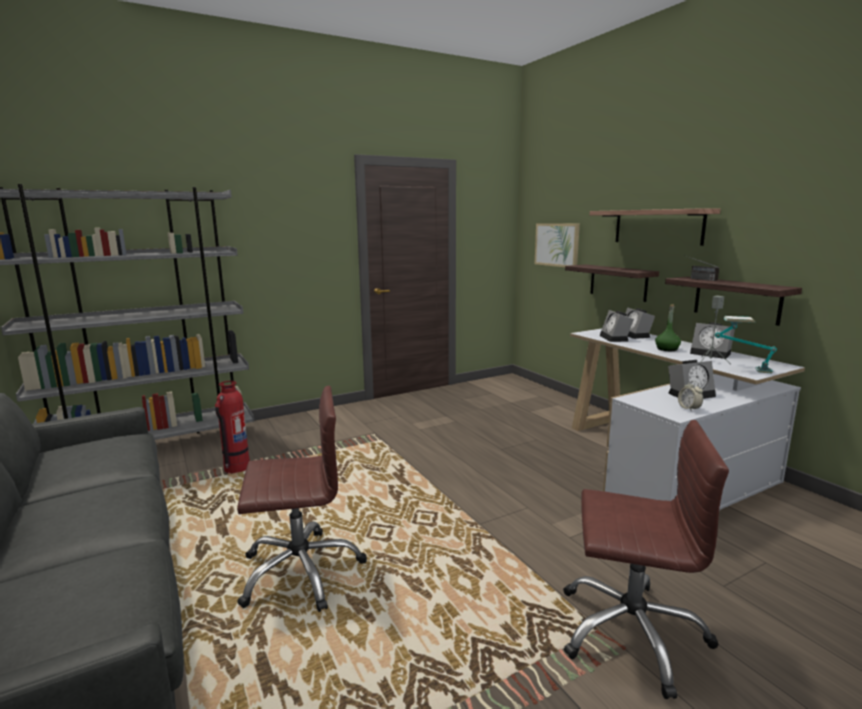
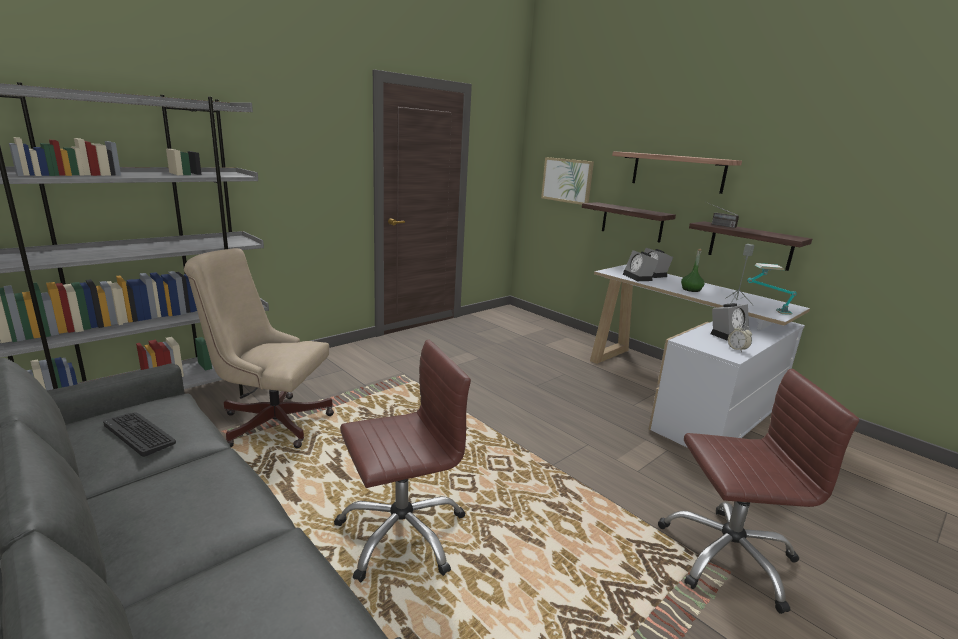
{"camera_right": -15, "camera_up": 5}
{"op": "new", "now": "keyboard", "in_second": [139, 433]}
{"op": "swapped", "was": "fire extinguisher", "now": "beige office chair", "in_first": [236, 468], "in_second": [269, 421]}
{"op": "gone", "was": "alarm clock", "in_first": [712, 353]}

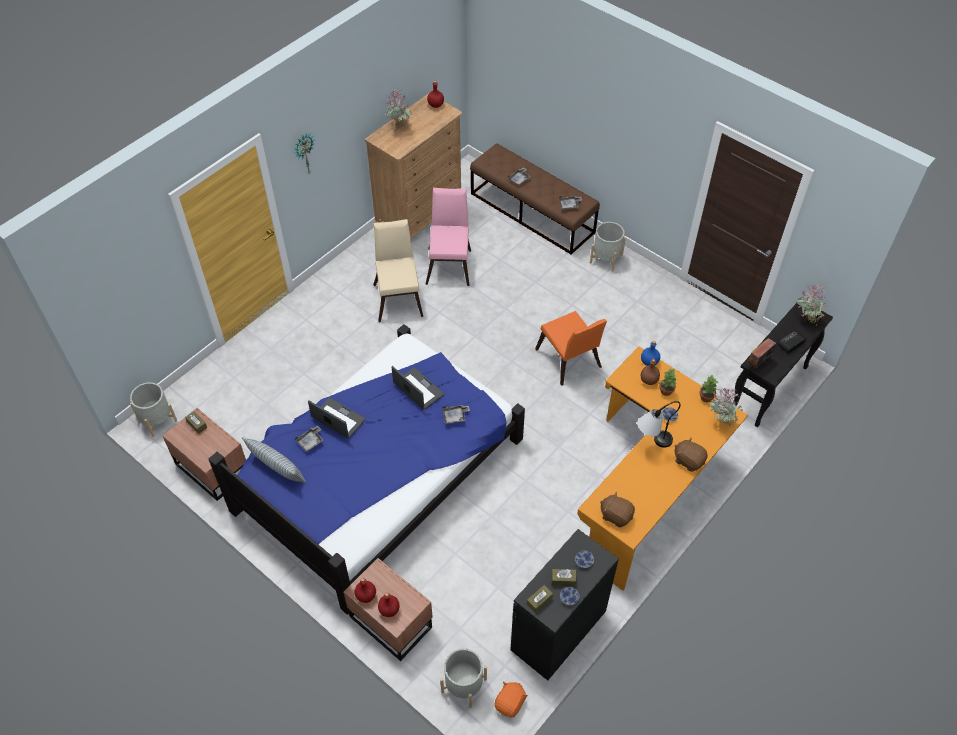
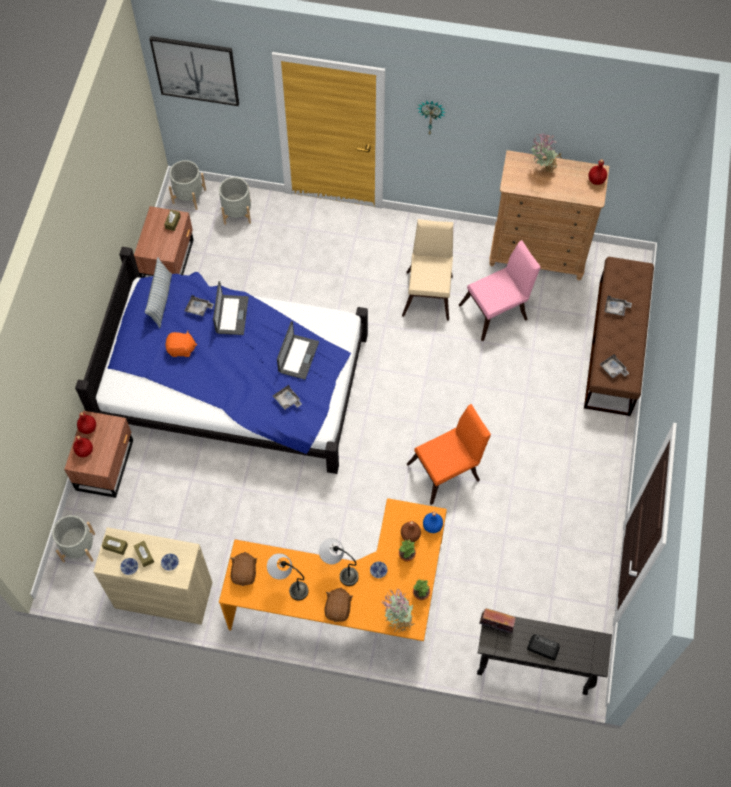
{"camera_right": 60, "camera_up": 10}
{"op": "repainted", "was": "black cabinet", "now": "beige cabinet", "in_first": [558, 630], "in_second": [163, 595]}
{"op": "new", "now": "picture", "in_second": [196, 70]}
{"op": "shifted", "was": "orange plush toy", "in_first": [510, 703], "in_second": [181, 349]}
{"op": "shifted", "was": "grey planter", "in_first": [606, 258], "in_second": [237, 213]}
{"op": "new", "now": "table lamp", "in_second": [288, 583]}
{"op": "rotated", "was": "beige chair", "in_first": [398, 297], "in_second": [429, 292], "clockwise": -45}
{"op": "rotated", "was": "orange chair", "in_first": [569, 362], "in_second": [448, 471], "clockwise": -150}
{"op": "gone", "was": "potted plant", "in_first": [805, 320]}

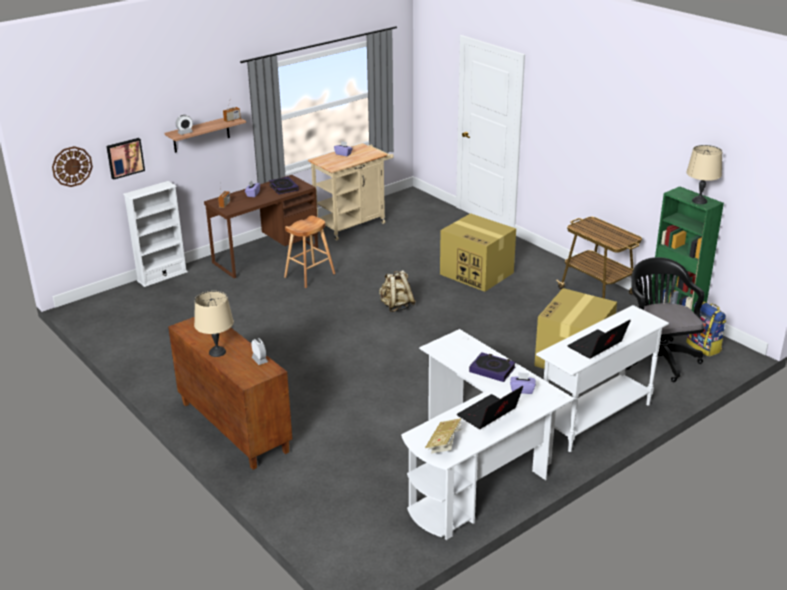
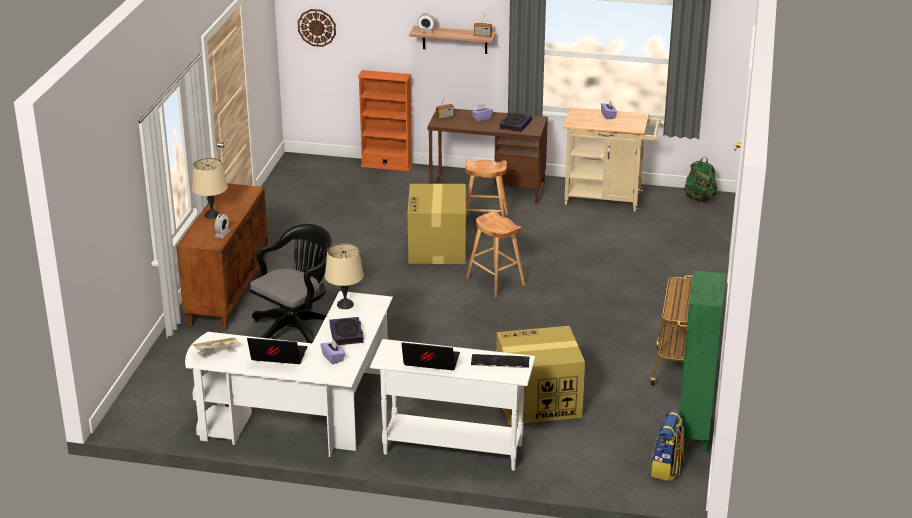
{"camera_right": 50, "camera_up": 0}
{"op": "shifted", "was": "black office chair", "in_first": [657, 357], "in_second": [296, 329]}
{"op": "shifted", "was": "beige table lamp", "in_first": [699, 201], "in_second": [345, 304]}
{"op": "repainted", "was": "white bookcase", "now": "orange bookcase", "in_first": [162, 276], "in_second": [386, 165]}
{"op": "shifted", "was": "cardboard box", "in_first": [477, 273], "in_second": [437, 248]}
{"op": "swapped", "was": "beige backpack", "now": "brown stool", "in_first": [396, 306], "in_second": [495, 282]}
{"op": "new", "now": "keyboard", "in_second": [499, 361]}
{"op": "new", "now": "green backpack", "in_second": [699, 198]}
{"op": "gone", "was": "picture", "in_first": [125, 158]}

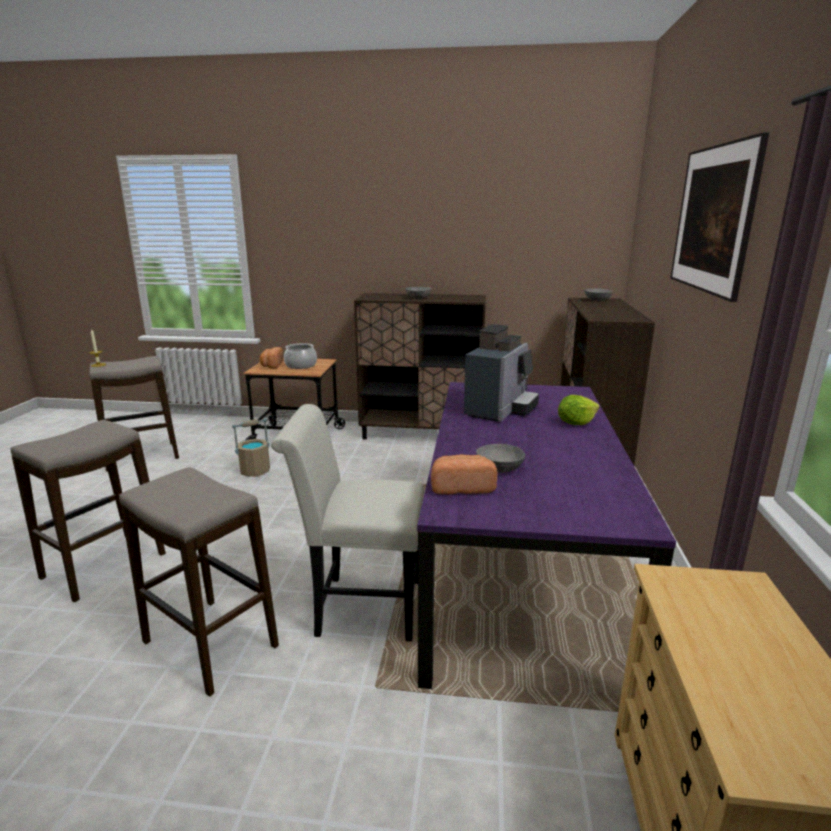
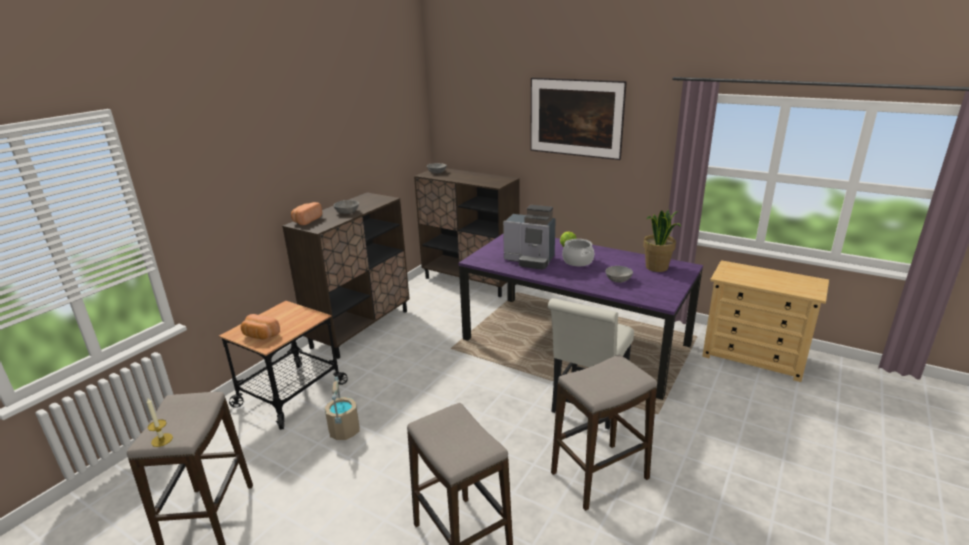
{"camera_right": -65, "camera_up": 5}
{"op": "shifted", "was": "bread", "in_first": [462, 487], "in_second": [306, 220]}
{"op": "rotated", "was": "coffee machine", "in_first": [500, 409], "in_second": [530, 260], "clockwise": 150}
{"op": "shifted", "was": "cooking pot", "in_first": [300, 365], "in_second": [577, 261]}
{"op": "new", "now": "potted plant", "in_second": [657, 267]}

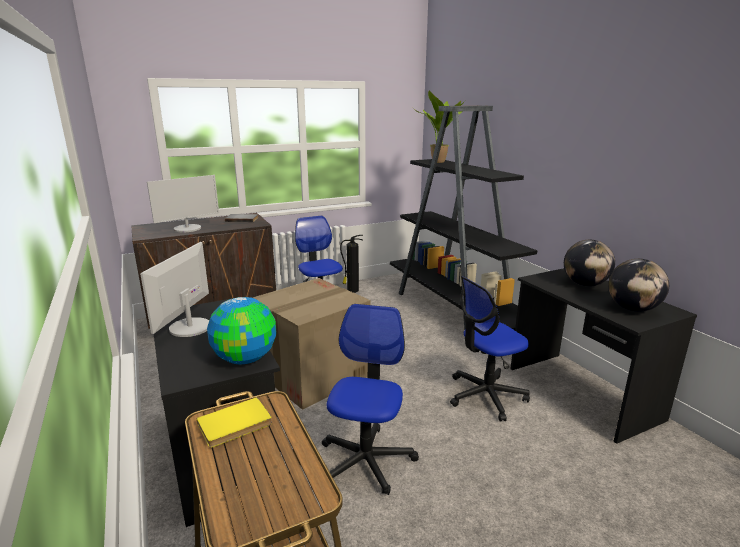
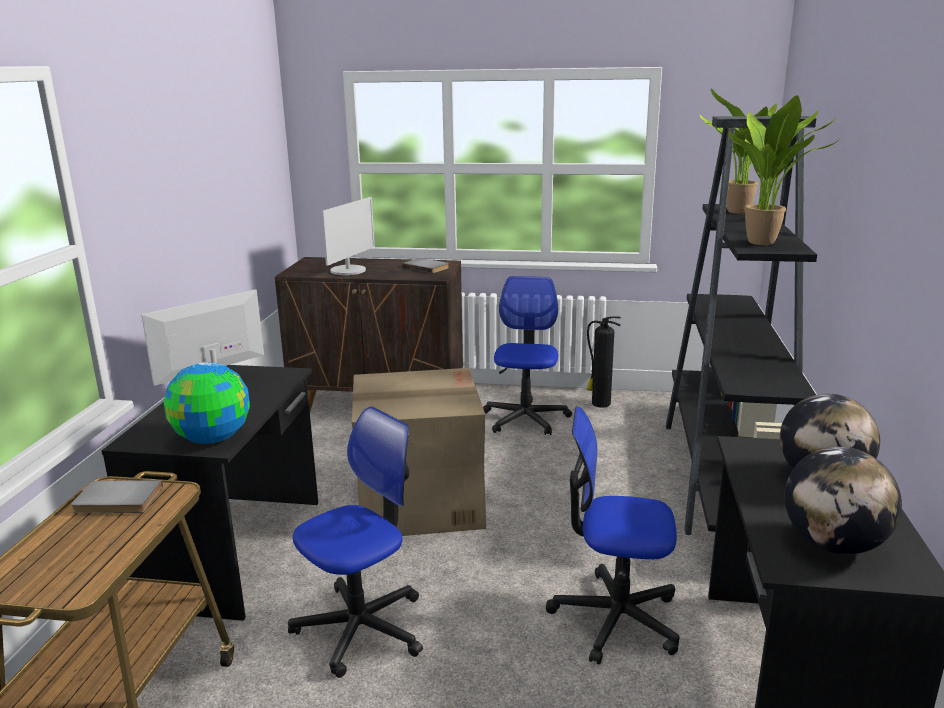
{"camera_right": 35, "camera_up": 0}
{"op": "repainted", "was": "yellow book", "now": "grey book", "in_first": [236, 425], "in_second": [117, 501]}
{"op": "rotated", "was": "monitor", "in_first": [188, 228], "in_second": [348, 270], "clockwise": -60}
{"op": "new", "now": "potted plant", "in_second": [766, 243]}

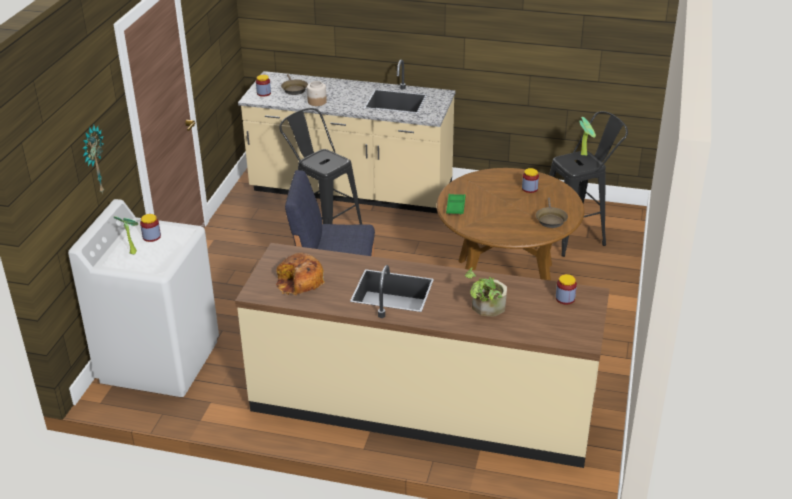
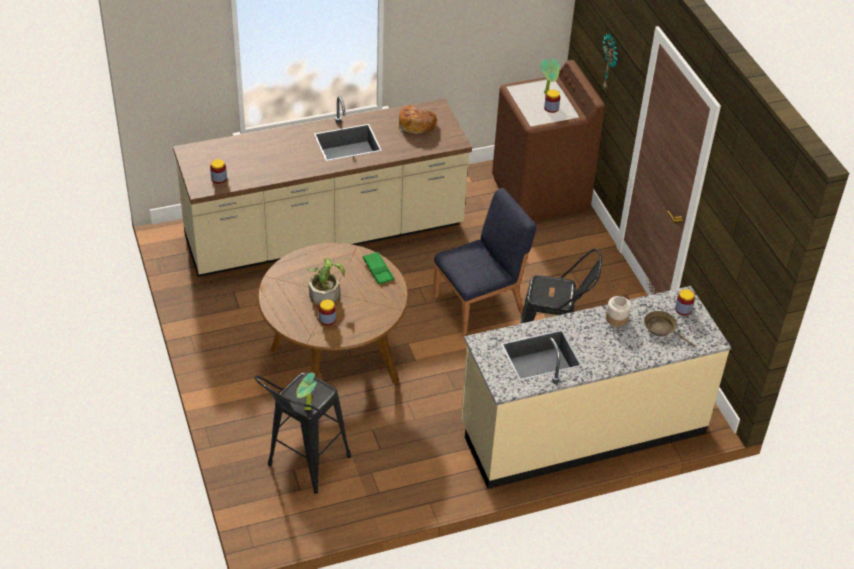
{"camera_right": 145, "camera_up": 10}
{"op": "shifted", "was": "potted plant", "in_first": [485, 308], "in_second": [325, 293]}
{"op": "repainted", "was": "white washing machine", "now": "brown washing machine", "in_first": [159, 360], "in_second": [540, 193]}
{"op": "gone", "was": "brown frying pan", "in_first": [550, 219]}

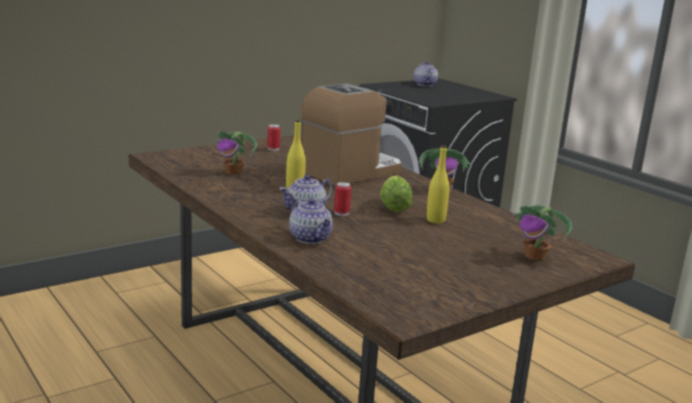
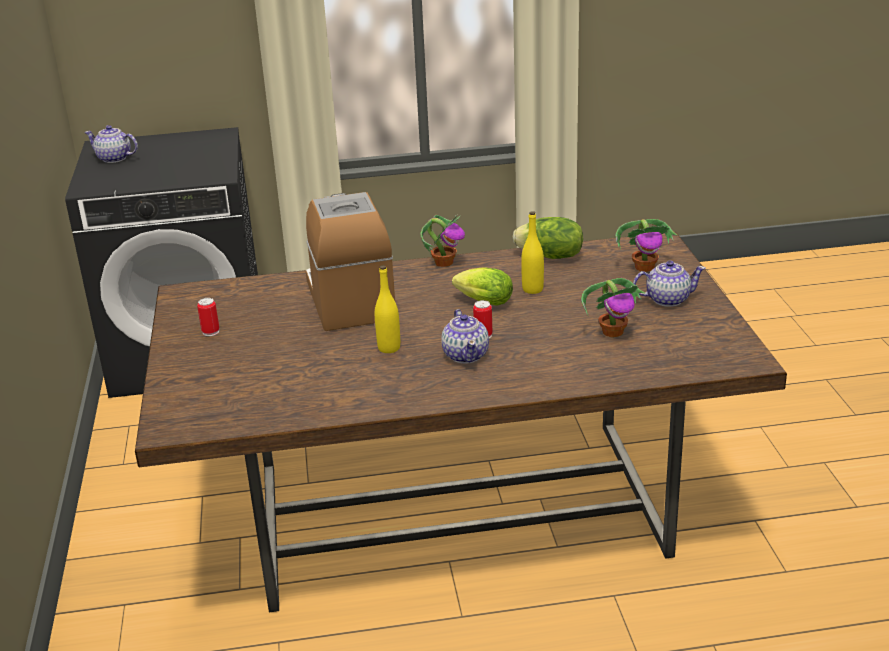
{"camera_right": -60, "camera_up": 10}
{"op": "new", "now": "lettuce", "in_second": [550, 256]}
{"op": "shifted", "was": "potted plant", "in_first": [234, 172], "in_second": [613, 332]}
{"op": "shifted", "was": "teapot", "in_first": [310, 238], "in_second": [667, 299]}

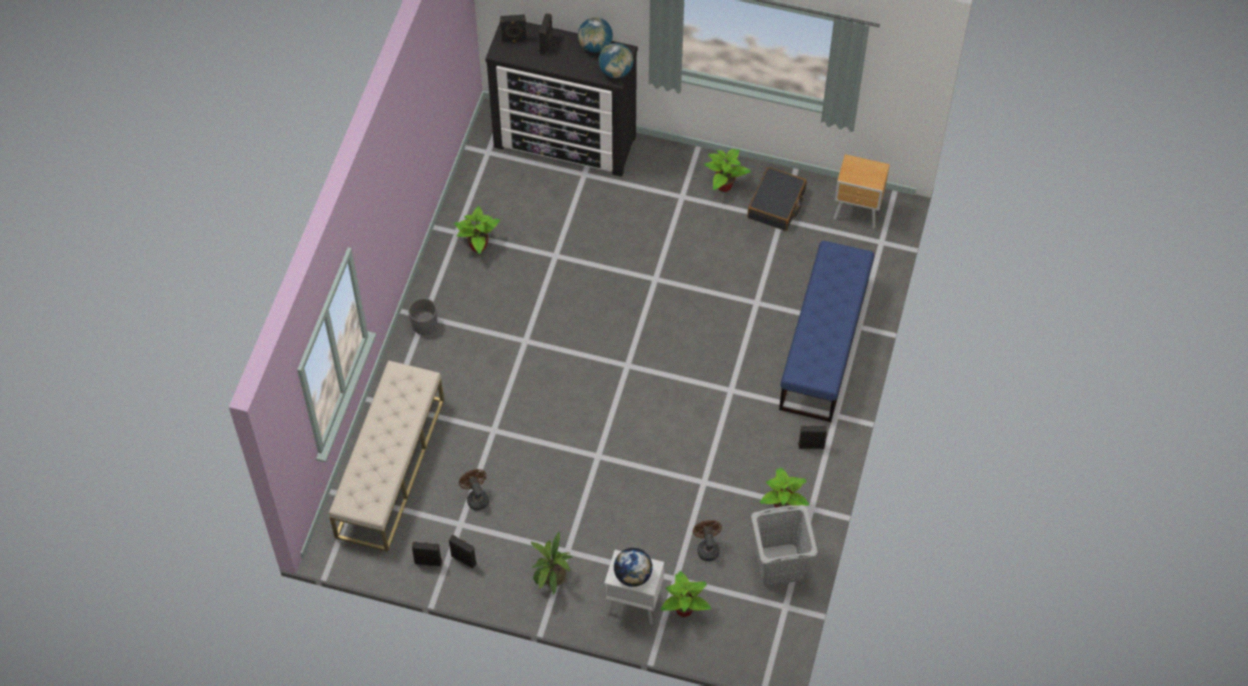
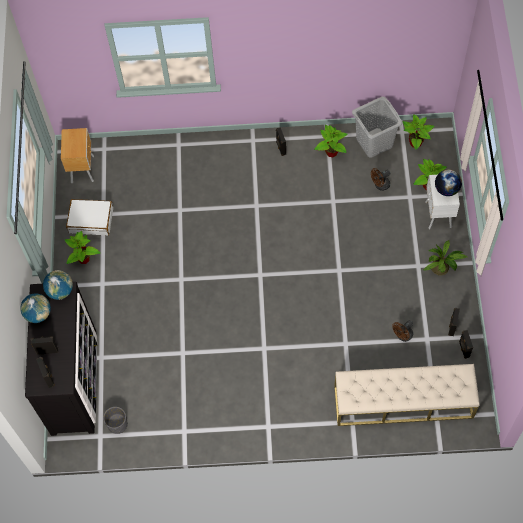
{"camera_right": -105, "camera_up": 5}
{"op": "repainted", "was": "black suitcase", "now": "white suitcase", "in_first": [776, 204], "in_second": [91, 220]}
{"op": "shifted", "was": "grey planter", "in_first": [424, 324], "in_second": [117, 424]}
{"op": "shifted", "was": "potted plant", "in_first": [478, 246], "in_second": [415, 143]}
{"op": "gone", "was": "blue bench", "in_first": [824, 345]}

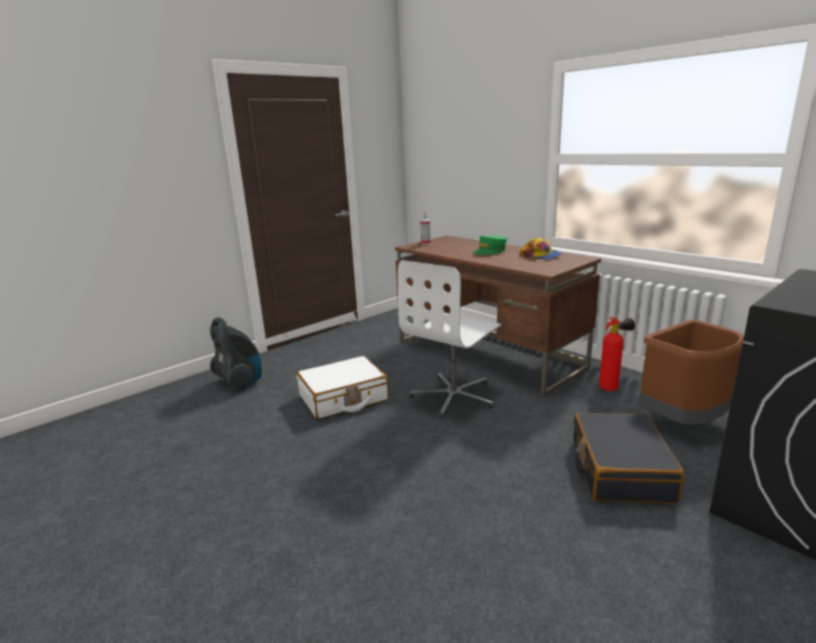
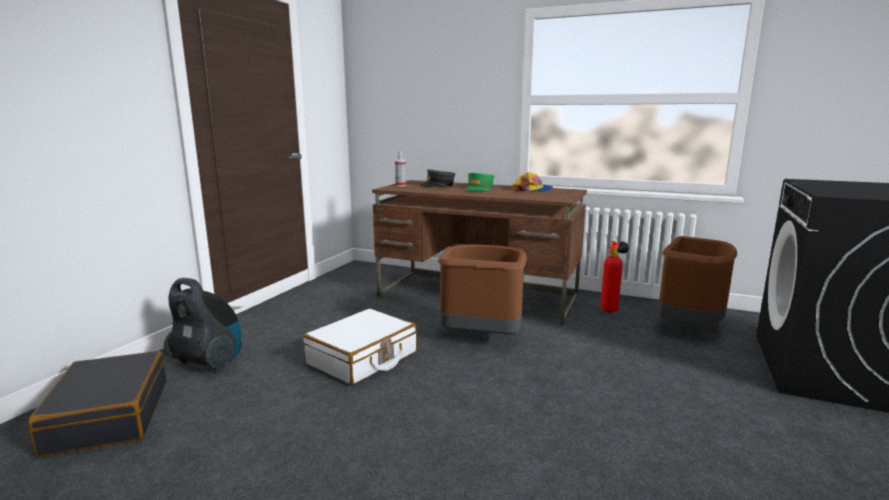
{"camera_right": -25, "camera_up": -5}
{"op": "shifted", "was": "black suitcase", "in_first": [619, 470], "in_second": [108, 416]}
{"op": "new", "now": "grey cap", "in_second": [437, 185]}
{"op": "swapped", "was": "white office chair", "now": "brown trash can", "in_first": [454, 396], "in_second": [481, 338]}

